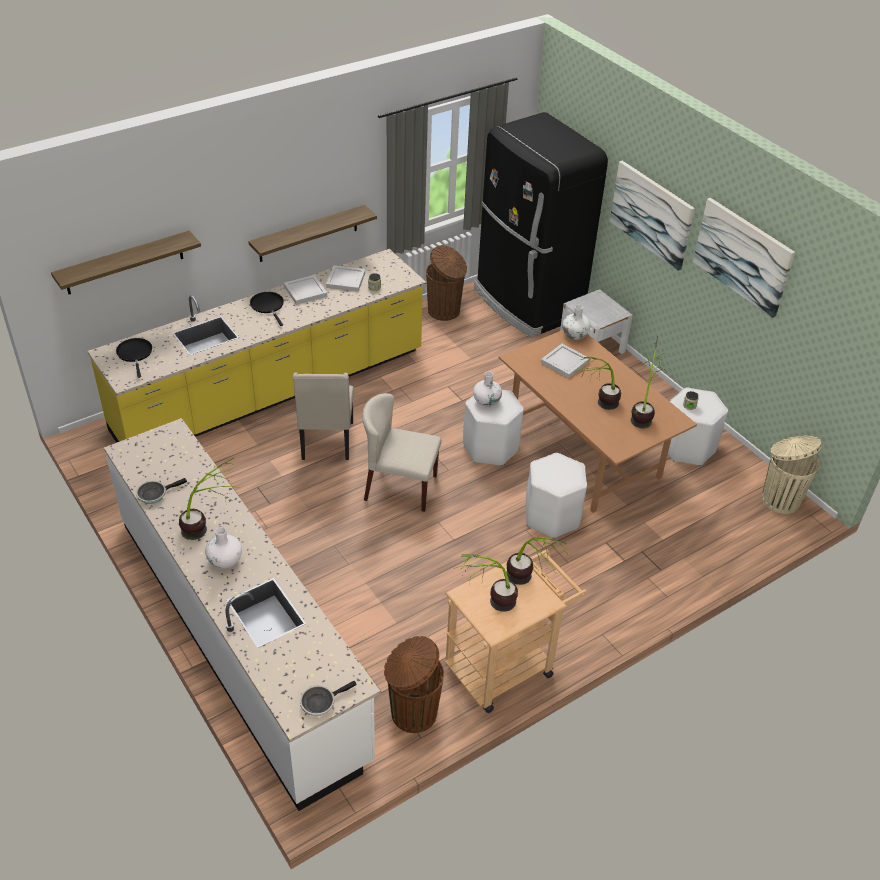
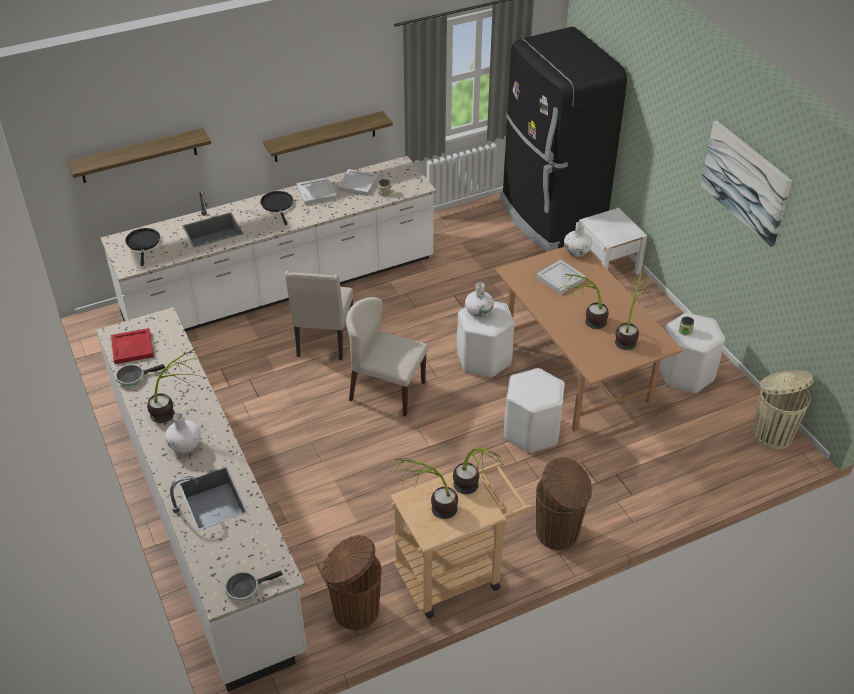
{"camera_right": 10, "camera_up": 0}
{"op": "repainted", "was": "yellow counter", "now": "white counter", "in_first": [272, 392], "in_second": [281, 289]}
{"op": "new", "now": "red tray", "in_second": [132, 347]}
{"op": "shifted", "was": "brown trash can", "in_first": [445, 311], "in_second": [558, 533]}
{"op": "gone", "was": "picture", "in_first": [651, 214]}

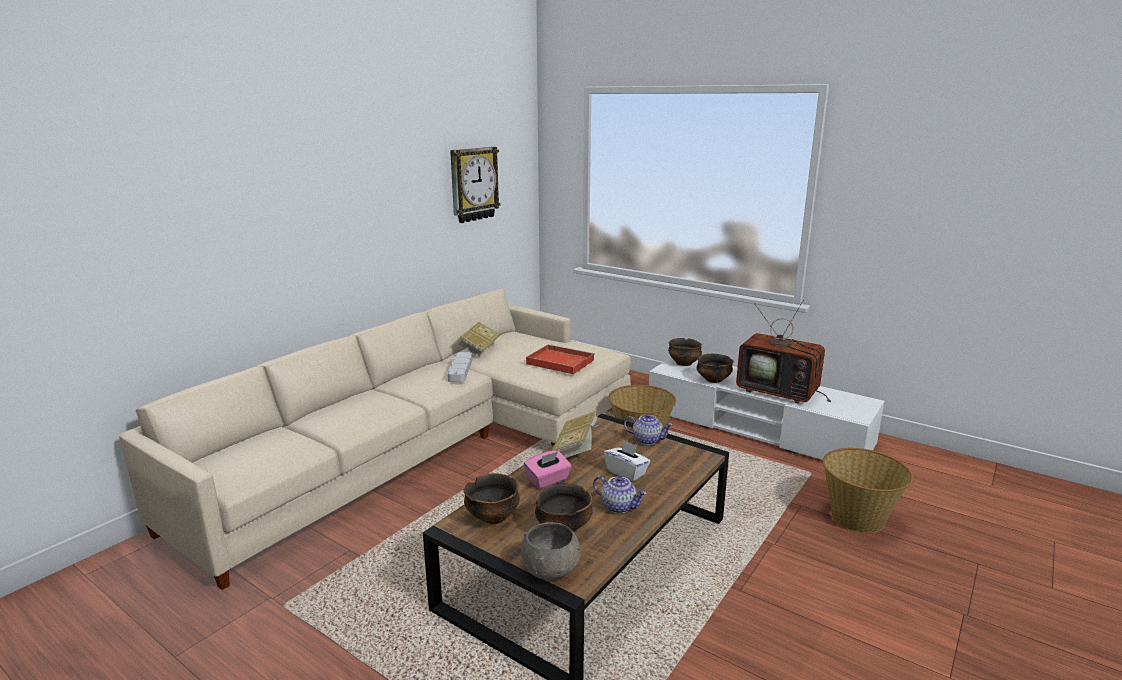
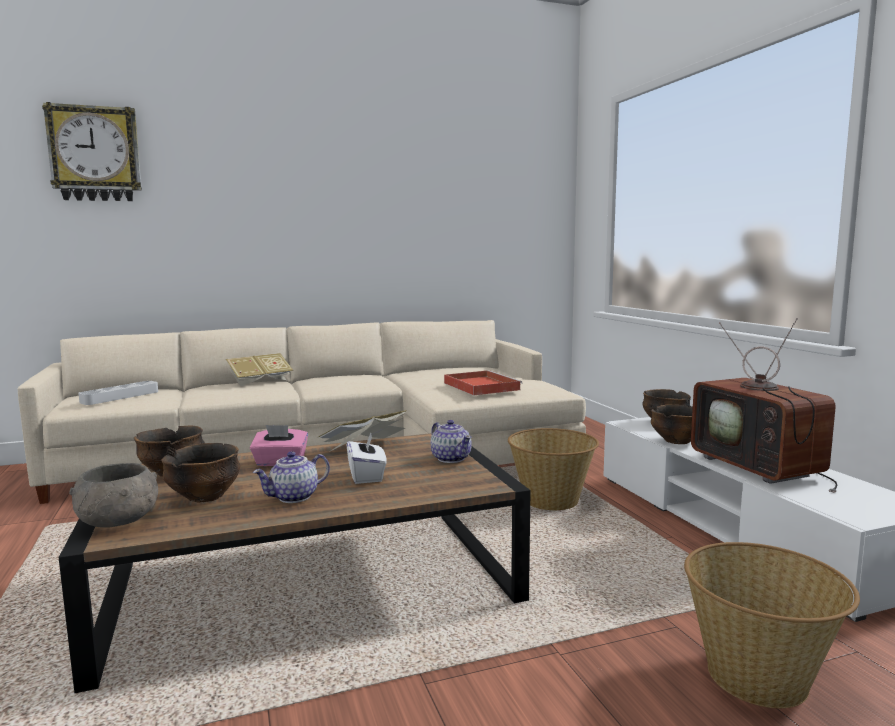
{"camera_right": 35, "camera_up": -10}
{"op": "shifted", "was": "wall clock", "in_first": [473, 184], "in_second": [95, 154]}
{"op": "shifted", "was": "grey tray", "in_first": [460, 370], "in_second": [120, 397]}
{"op": "shifted", "was": "book", "in_first": [479, 349], "in_second": [260, 381]}
{"op": "rotated", "was": "teapot", "in_first": [619, 506], "in_second": [294, 497], "clockwise": 75}

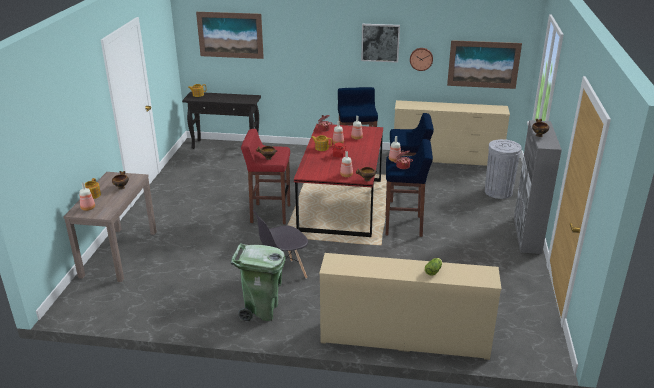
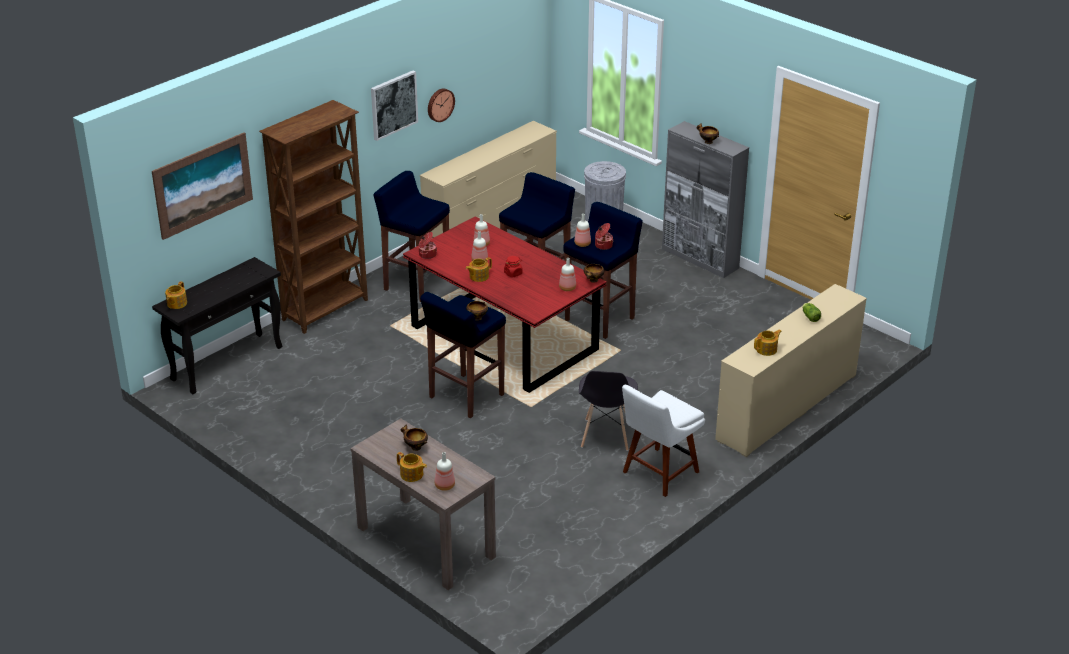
{"camera_right": -55, "camera_up": 5}
{"op": "new", "now": "brown bookcase", "in_second": [326, 310]}
{"op": "repainted", "was": "red stool", "now": "blue stool", "in_first": [269, 214], "in_second": [465, 396]}
{"op": "swapped", "was": "green trash can", "now": "white chair", "in_first": [261, 310], "in_second": [658, 474]}
{"op": "new", "now": "teapot", "in_second": [767, 349]}
{"op": "gone", "was": "picture", "in_first": [483, 64]}

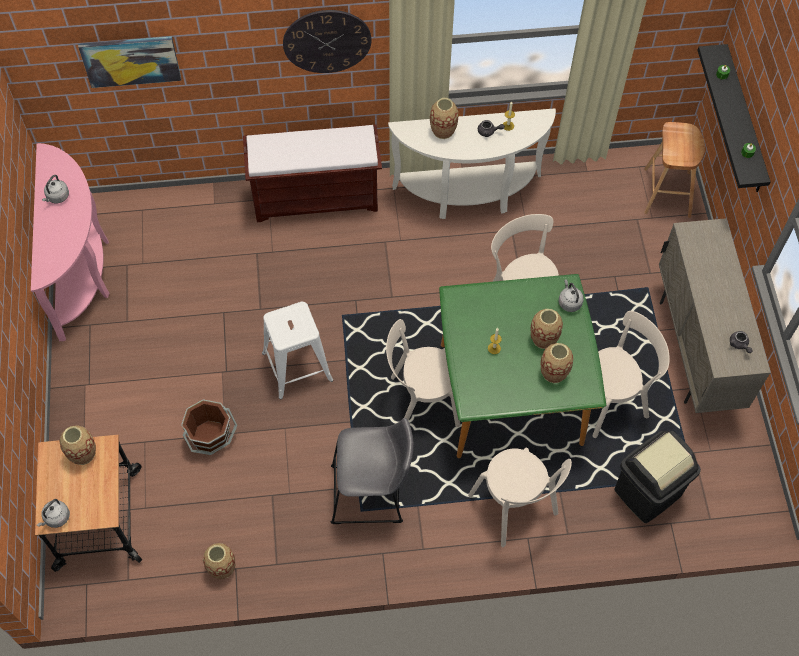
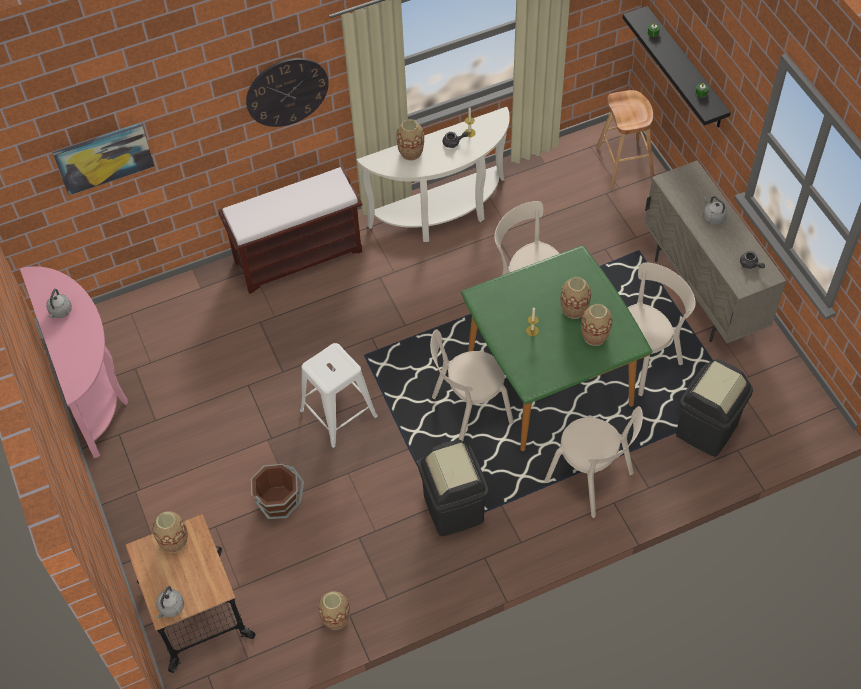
{"camera_right": -15, "camera_up": -5}
{"op": "swapped", "was": "grey stool", "now": "black trash can", "in_first": [371, 494], "in_second": [454, 508]}
{"op": "shifted", "was": "grey kettle", "in_first": [569, 302], "in_second": [712, 217]}

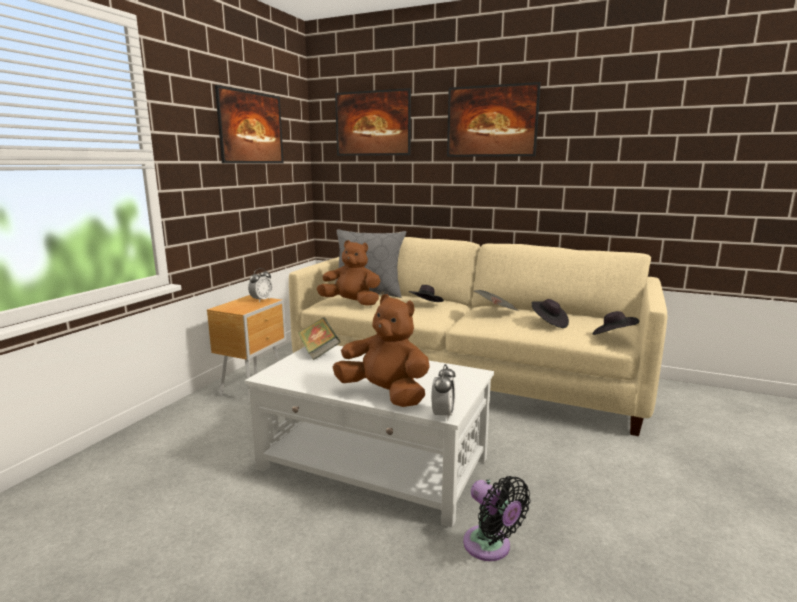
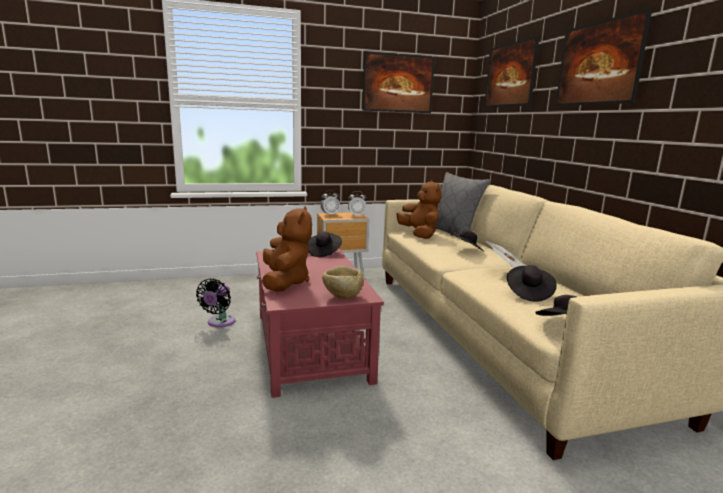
{"camera_right": 50, "camera_up": 0}
{"op": "shifted", "was": "black fan", "in_first": [490, 547], "in_second": [219, 322]}
{"op": "repainted", "was": "white coffee table", "now": "red coffee table", "in_first": [374, 464], "in_second": [310, 346]}
{"op": "swapped", "was": "book", "now": "black hat", "in_first": [319, 351], "in_second": [323, 252]}
{"op": "shifted", "was": "alarm clock", "in_first": [443, 415], "in_second": [330, 214]}
{"op": "new", "now": "beige bowl", "in_second": [342, 296]}

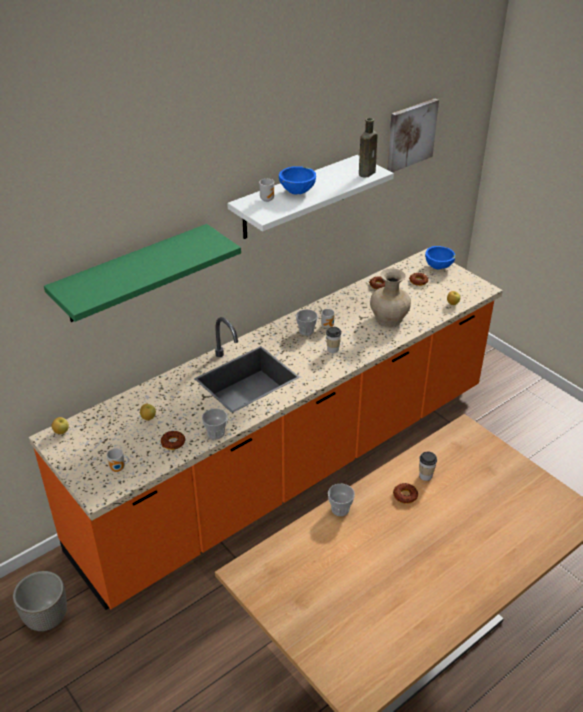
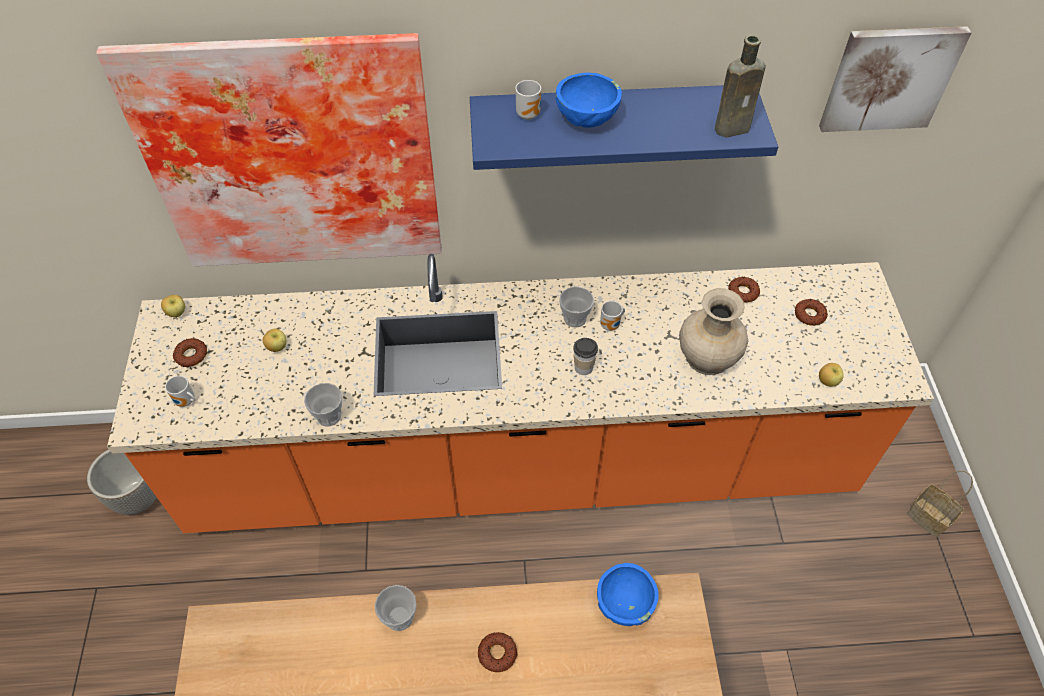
{"camera_right": 35, "camera_up": 15}
{"op": "swapped", "was": "green shelf", "now": "picture", "in_first": [132, 274], "in_second": [293, 153]}
{"op": "shifted", "was": "donut", "in_first": [173, 442], "in_second": [191, 355]}
{"op": "repainted", "was": "white shelf", "now": "blue shelf", "in_first": [295, 197], "in_second": [610, 120]}
{"op": "shifted", "was": "blue bowl", "in_first": [438, 267], "in_second": [623, 604]}
{"op": "new", "now": "basket", "in_second": [930, 518]}
{"op": "gone", "was": "cup", "in_first": [425, 475]}

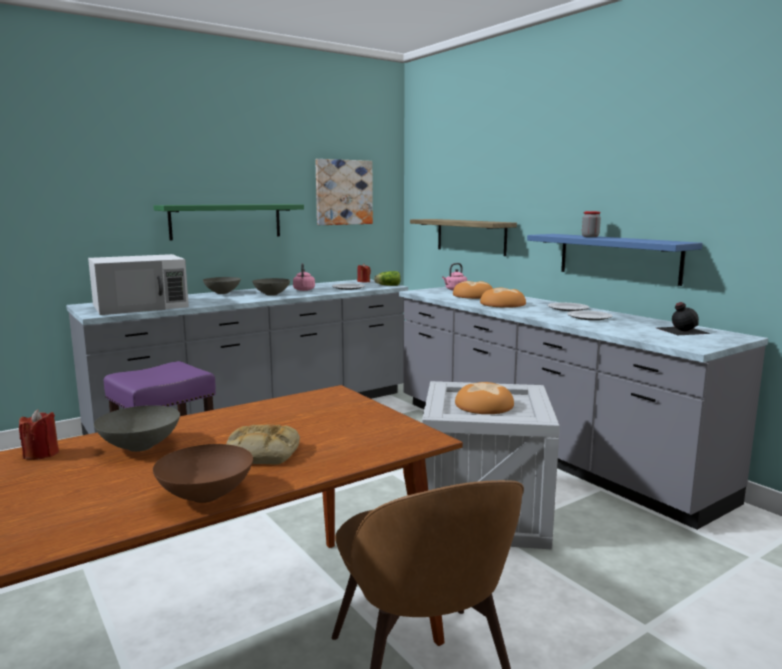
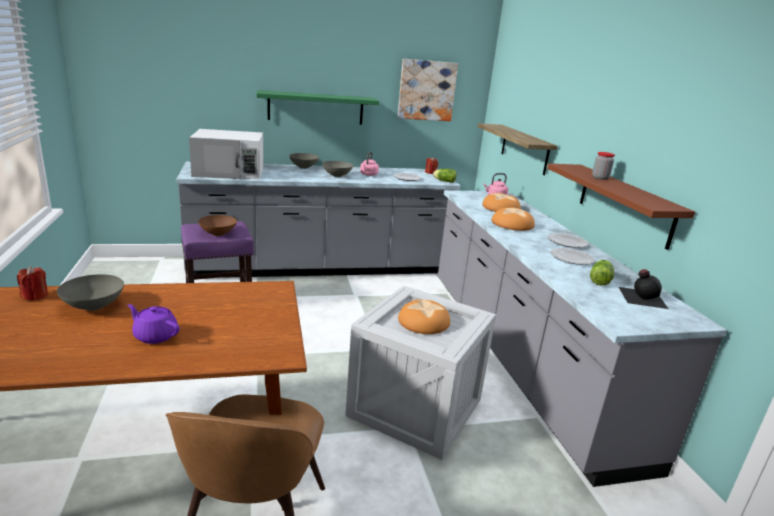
{"camera_right": 20, "camera_up": 10}
{"op": "swapped", "was": "bread", "now": "purple teapot", "in_first": [261, 453], "in_second": [155, 336]}
{"op": "shifted", "was": "brown bowl", "in_first": [206, 495], "in_second": [218, 233]}
{"op": "repainted", "was": "blue shelf", "now": "brown shelf", "in_first": [618, 258], "in_second": [624, 204]}
{"op": "new", "now": "lettuce", "in_second": [600, 280]}

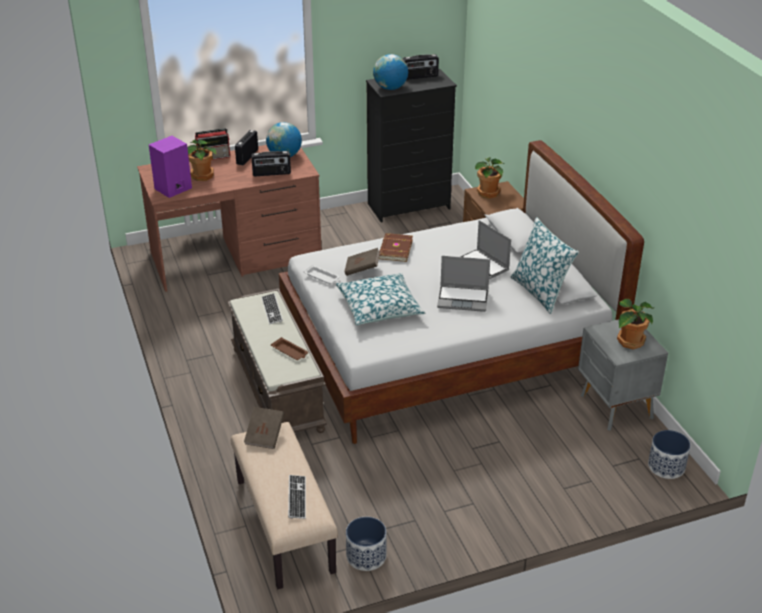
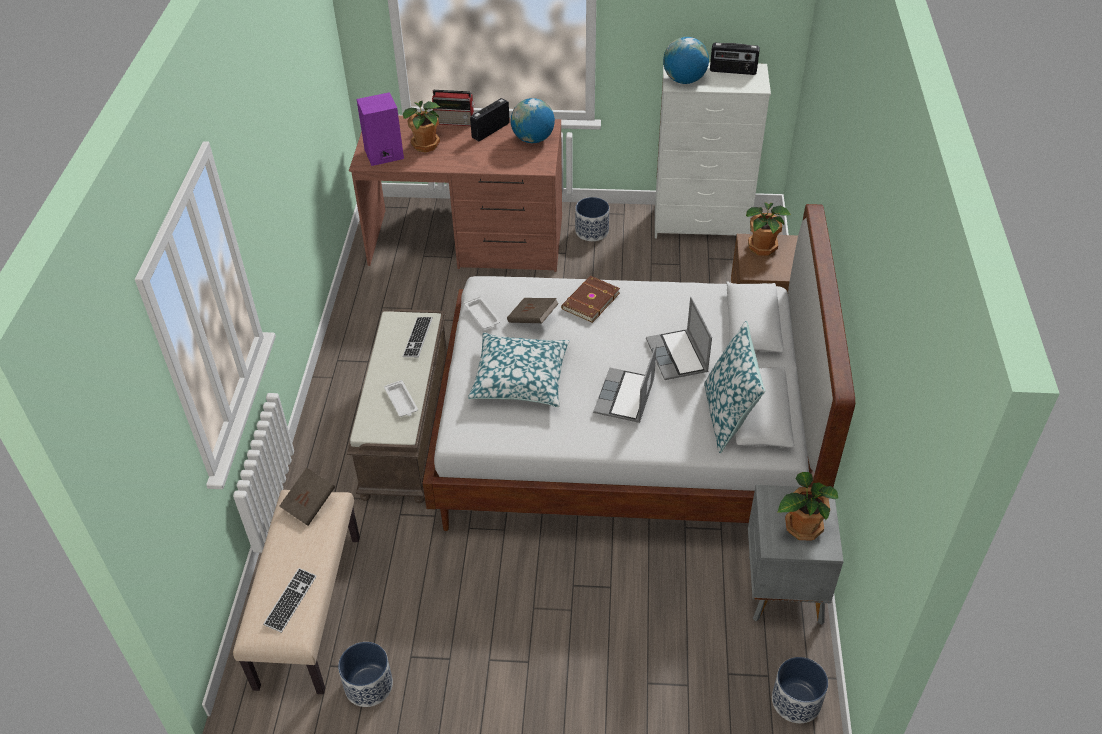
{"camera_right": 25, "camera_up": 10}
{"op": "repainted", "was": "brown tray", "now": "white tray", "in_first": [290, 351], "in_second": [401, 401]}
{"op": "new", "now": "planter", "in_second": [592, 231]}
{"op": "rotated", "was": "laptop", "in_first": [463, 299], "in_second": [625, 397], "clockwise": 75}
{"op": "repainted", "was": "black dresser", "now": "white dresser", "in_first": [409, 206], "in_second": [701, 225]}
{"op": "gone", "was": "radio", "in_first": [271, 173]}

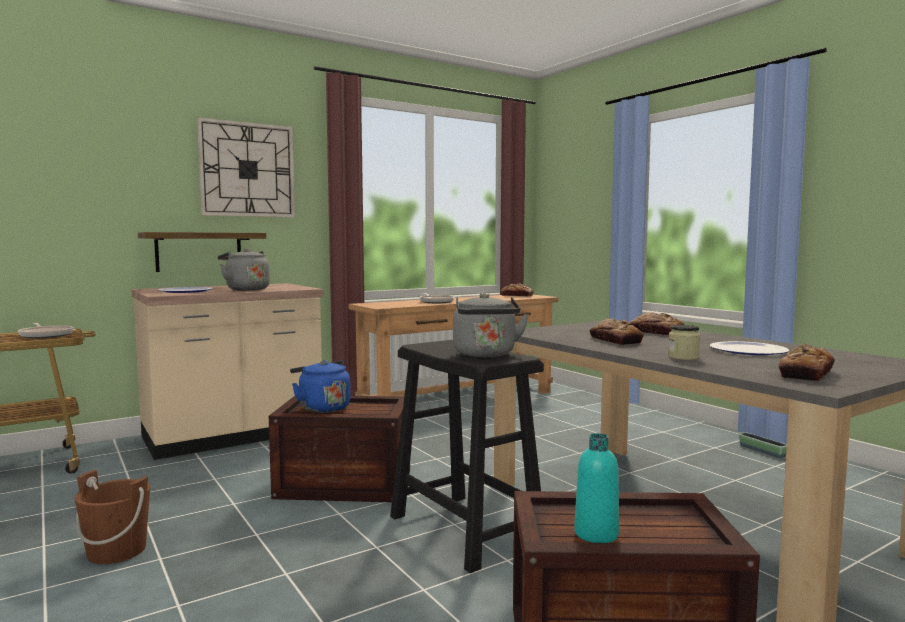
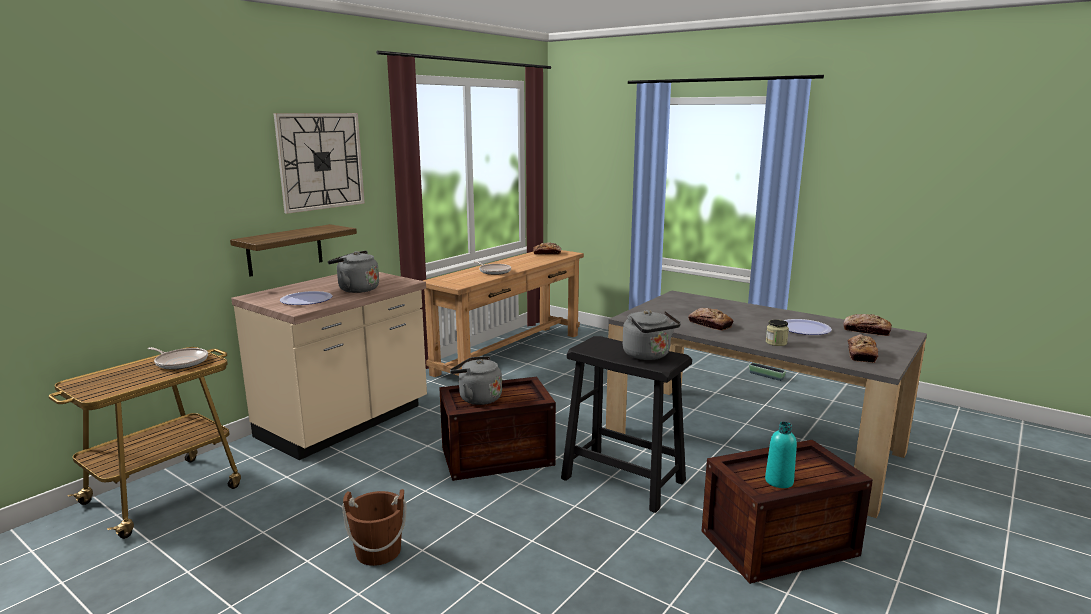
{"camera_right": -20, "camera_up": 10}
{"op": "repainted", "was": "blue kettle", "now": "grey kettle", "in_first": [322, 408], "in_second": [477, 398]}
{"op": "shifted", "was": "bread", "in_first": [656, 332], "in_second": [866, 330]}

